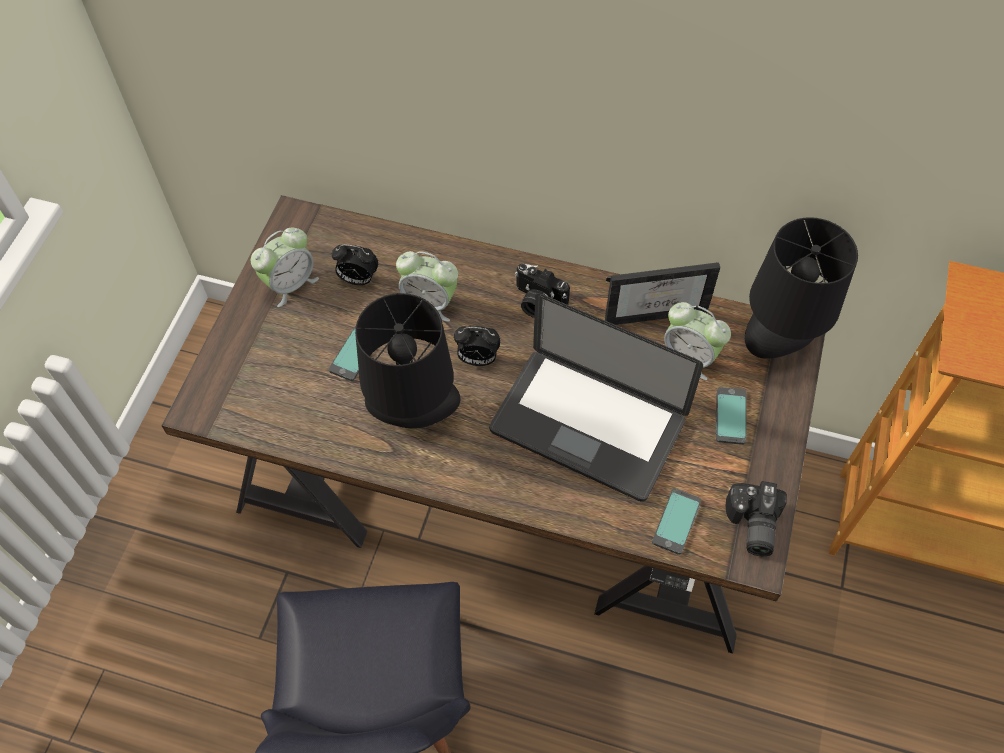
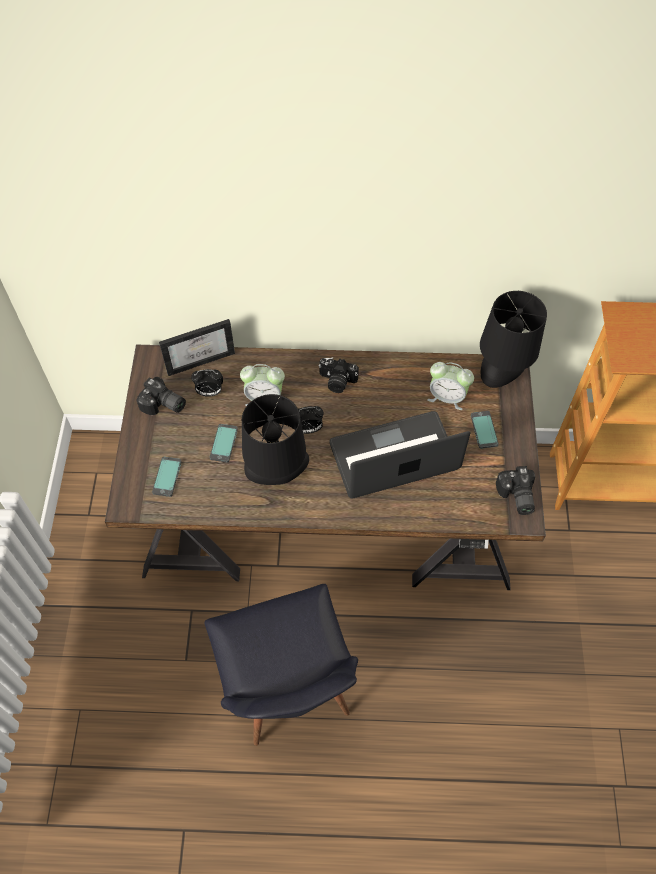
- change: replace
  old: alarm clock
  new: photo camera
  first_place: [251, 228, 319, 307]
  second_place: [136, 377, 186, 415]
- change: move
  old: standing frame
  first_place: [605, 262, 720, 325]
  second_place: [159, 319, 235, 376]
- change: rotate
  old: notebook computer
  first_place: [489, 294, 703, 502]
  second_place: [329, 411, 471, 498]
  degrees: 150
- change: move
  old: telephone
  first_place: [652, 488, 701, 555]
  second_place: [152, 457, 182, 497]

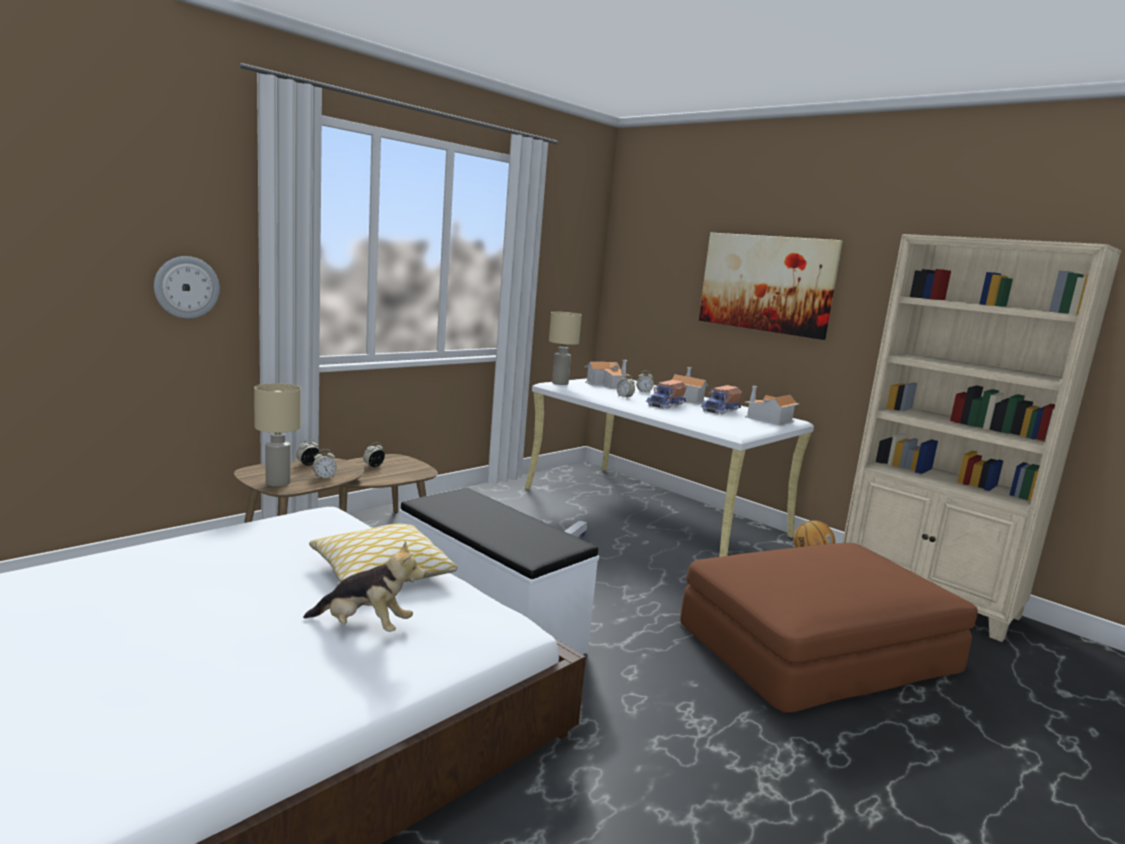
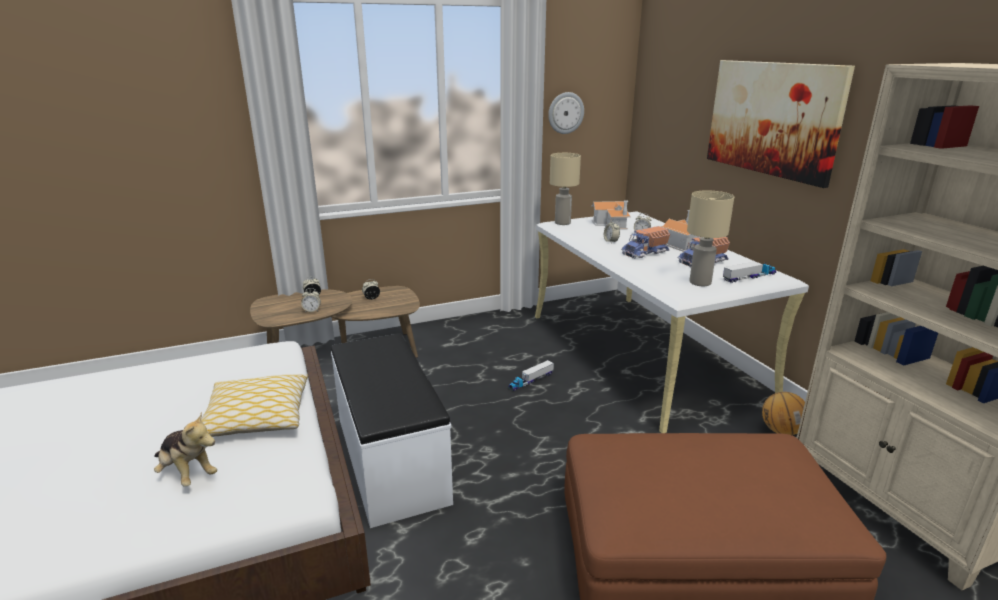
- change: move
  old: wall clock
  first_place: [154, 256, 220, 319]
  second_place: [548, 92, 584, 134]
- change: move
  old: beige-coloured lamp for a table
  first_place: [254, 383, 301, 487]
  second_place: [687, 190, 734, 286]
- change: replace
  old: miniature house
  new: toy lorry
  first_place: [745, 386, 799, 425]
  second_place: [723, 262, 776, 283]

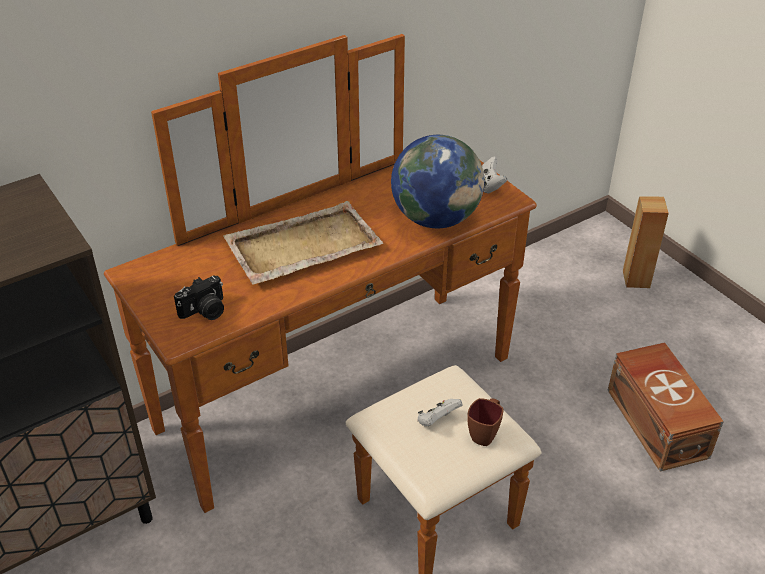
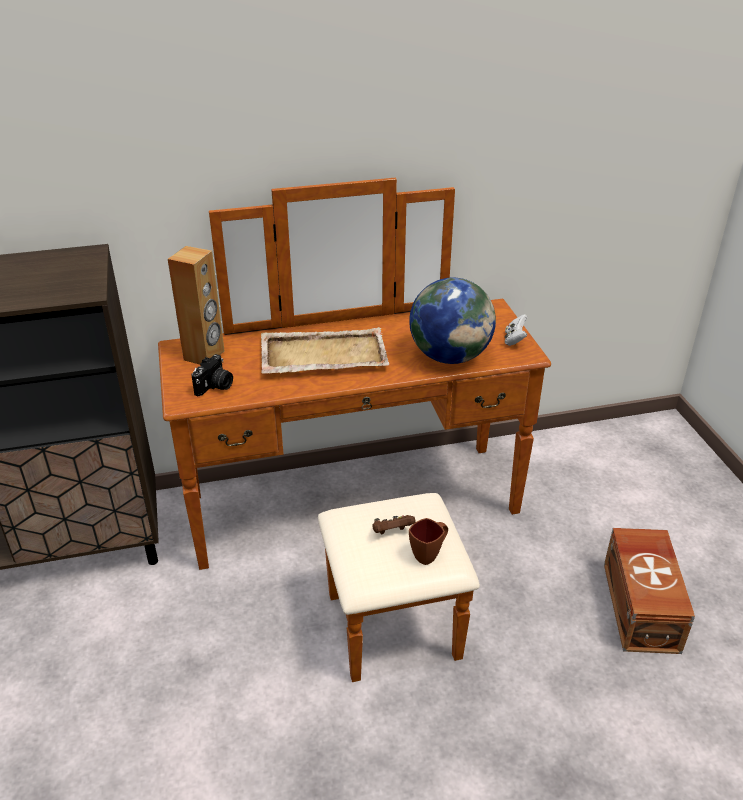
- change: move
  old: brownish speaker
  first_place: [623, 196, 669, 288]
  second_place: [168, 246, 224, 364]
- change: rotate
  old: photo camera
  first_place: [174, 275, 224, 320]
  second_place: [192, 354, 233, 396]
  degrees: -45
- change: recolor
  old: white-coloured game controller
  new: brownish game controller
  first_place: [418, 399, 463, 426]
  second_place: [373, 515, 416, 535]

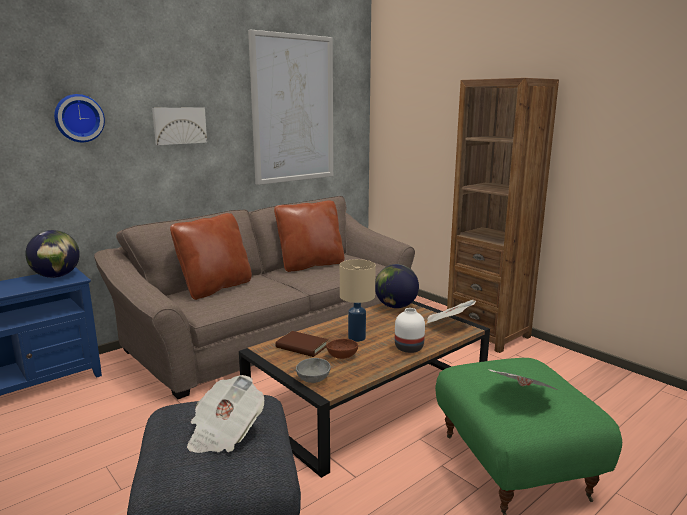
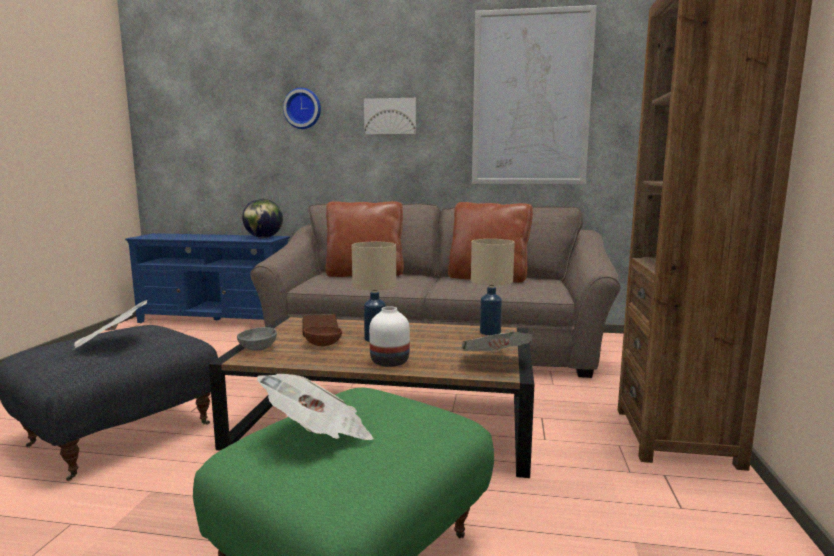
- change: replace
  old: globe
  new: beige-coloured lamp for a table
  first_place: [375, 264, 419, 308]
  second_place: [471, 239, 515, 335]

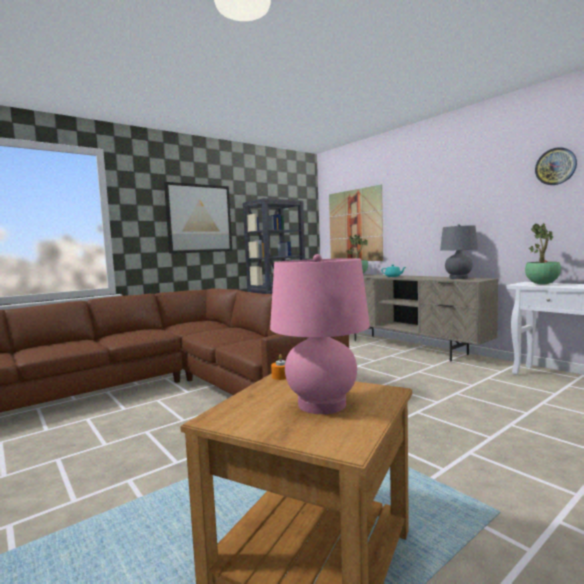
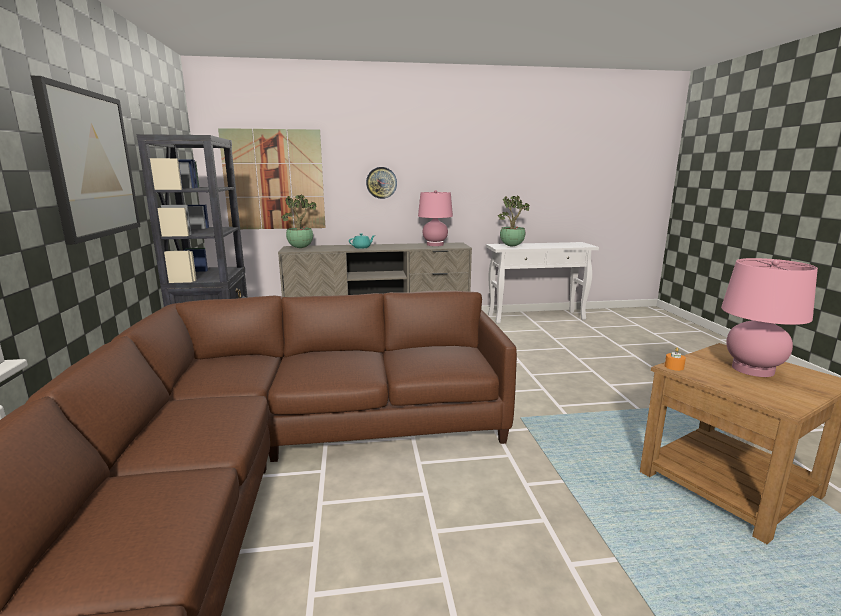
- change: move
  old: wall clock
  first_place: [535, 147, 577, 185]
  second_place: [366, 167, 397, 199]
- change: recolor
  old: greyish lamp for a table
  new: pink lamp for a table
  first_place: [440, 224, 478, 279]
  second_place: [418, 190, 453, 246]

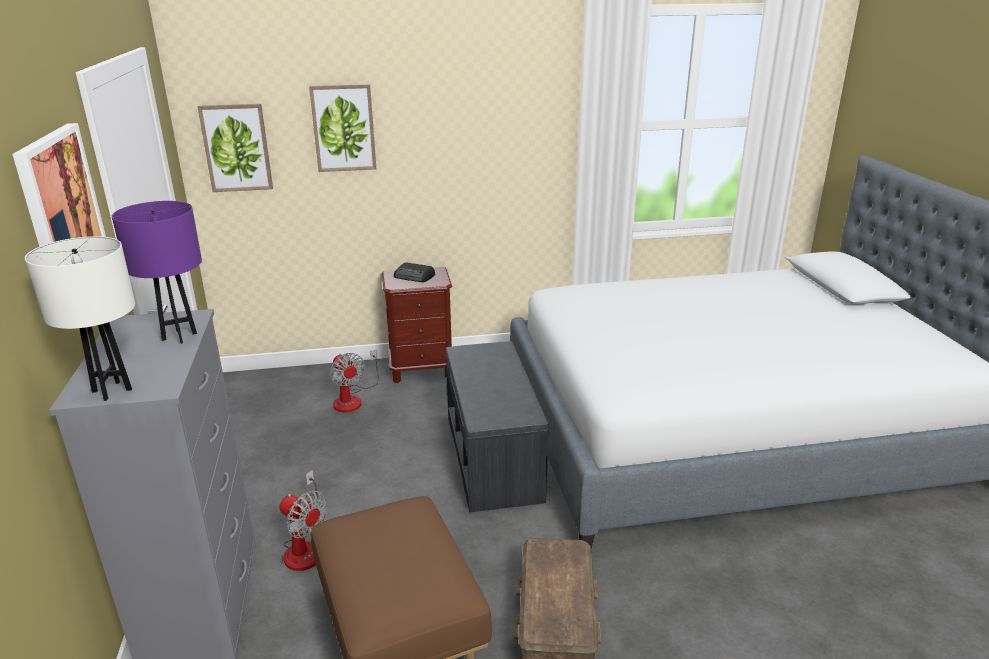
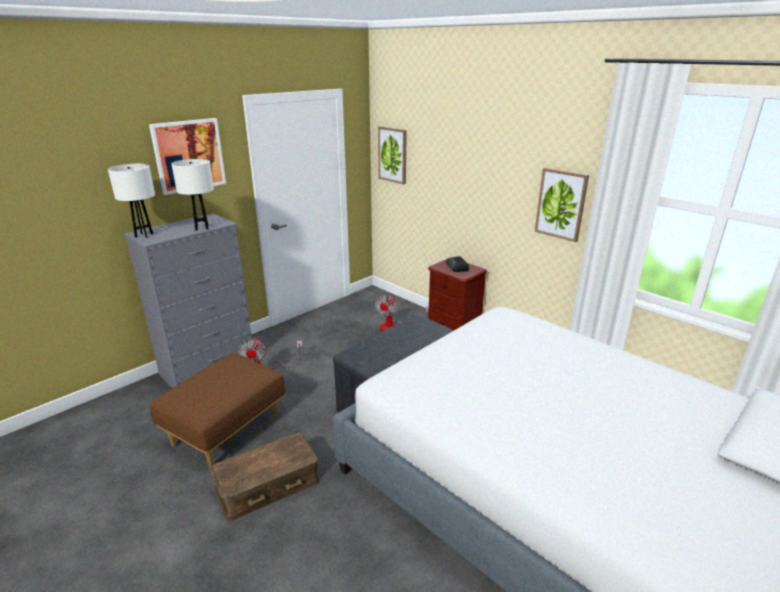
- change: move
  old: wall art
  first_place: [309, 84, 376, 172]
  second_place: [535, 168, 589, 242]
- change: recolor
  old: purple lamp for a table
  new: white-coloured lamp for a table
  first_place: [112, 201, 202, 344]
  second_place: [171, 159, 214, 231]

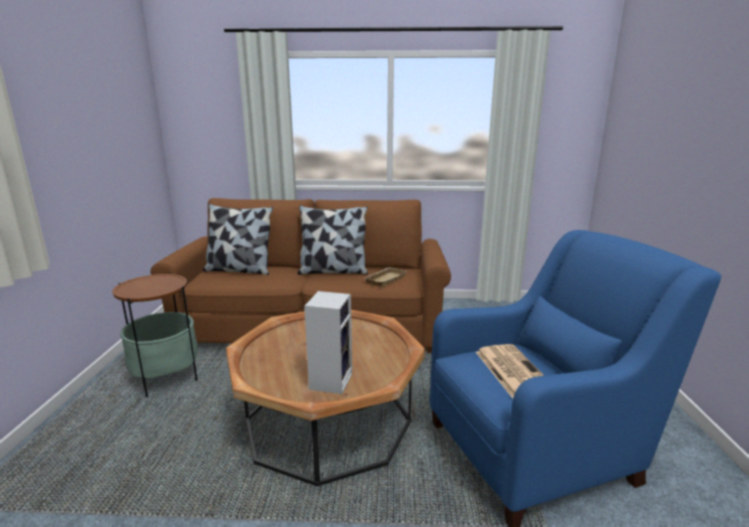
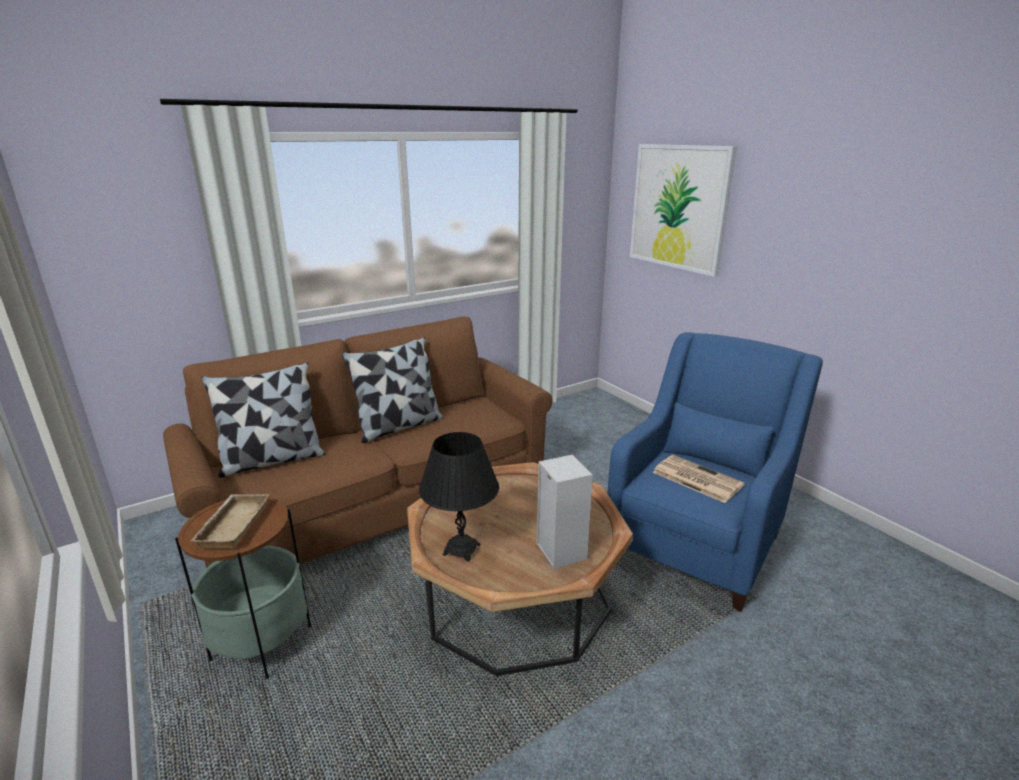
- change: move
  old: beige-coloured carrying tray
  first_place: [364, 267, 407, 287]
  second_place: [190, 494, 269, 548]
- change: insert
  new: wall art
  second_place: [630, 144, 737, 277]
- change: insert
  new: blackish lamp for a table
  second_place: [419, 432, 499, 562]

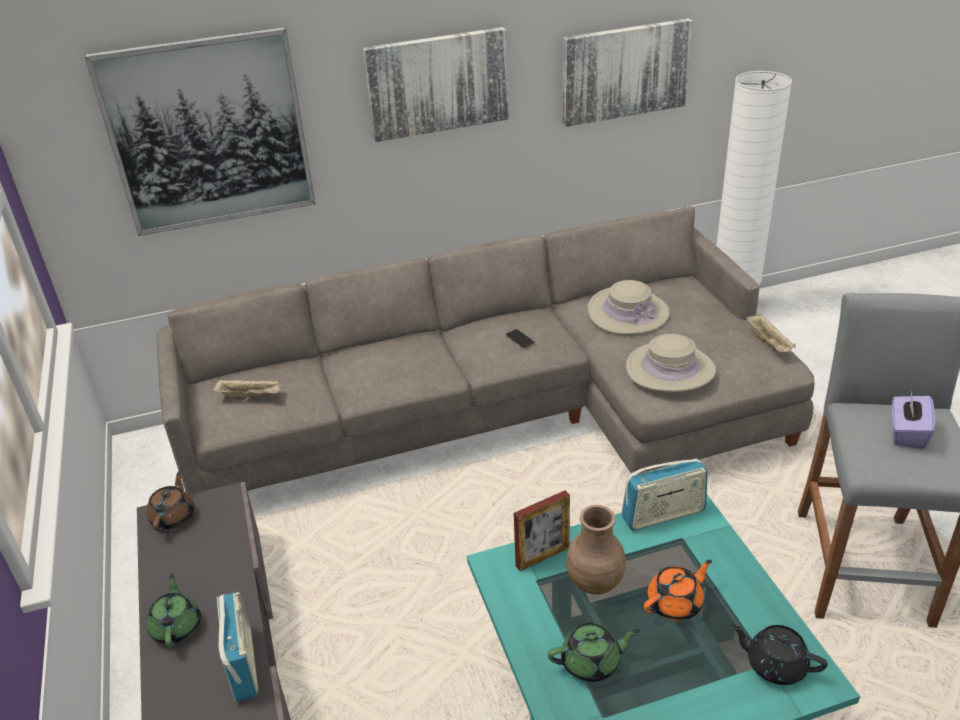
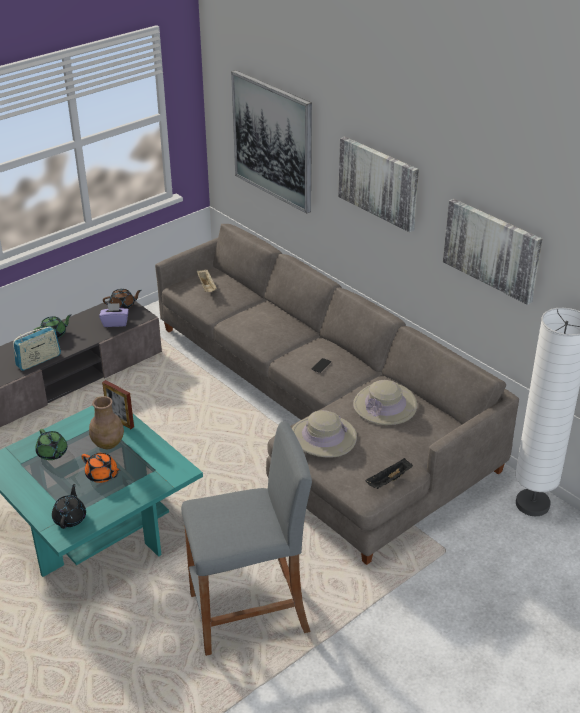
- change: recolor
  old: beige-coloured carrying tray
  new: blackish carrying tray
  first_place: [746, 314, 796, 352]
  second_place: [365, 458, 413, 489]
- change: move
  old: purple tissue holder
  first_place: [892, 391, 935, 449]
  second_place: [99, 303, 129, 327]
- change: delete
  old: radio set
  first_place: [621, 458, 708, 531]

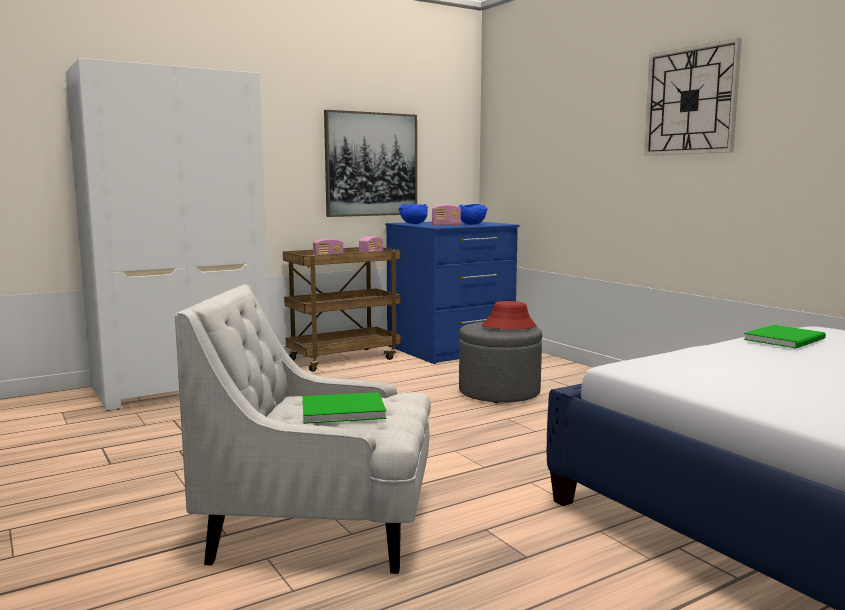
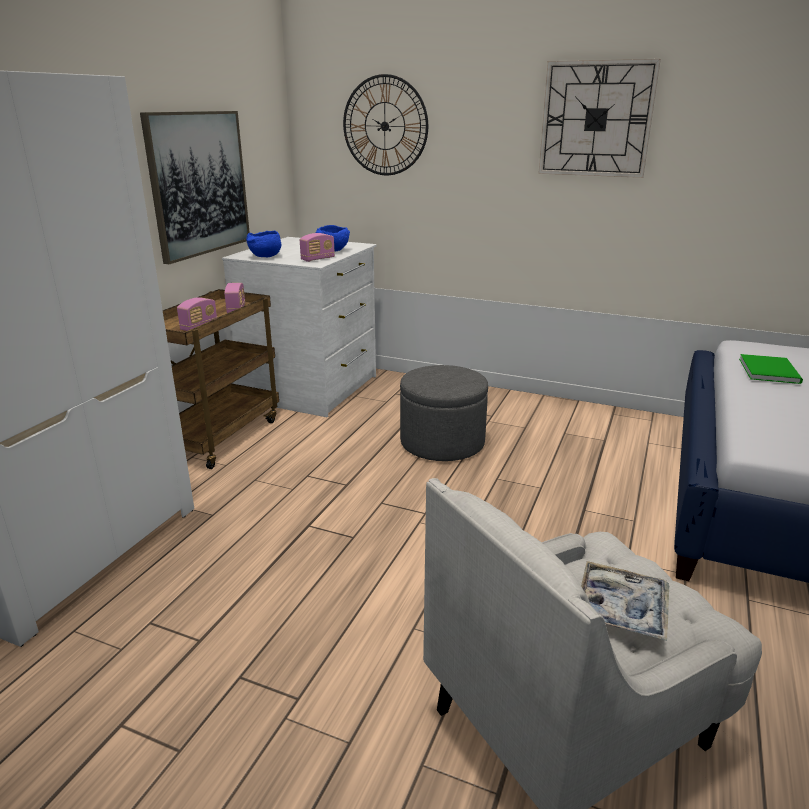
- change: recolor
  old: bluish drawer chest
  new: white-coloured drawer chest
  first_place: [385, 221, 520, 364]
  second_place: [222, 237, 376, 417]
- change: delete
  old: reddish hat
  first_place: [482, 301, 537, 330]
- change: replace
  old: greenish book
  new: carrying tray
  first_place: [302, 392, 387, 424]
  second_place: [581, 561, 669, 641]
- change: insert
  new: wall clock
  second_place: [343, 74, 428, 175]

